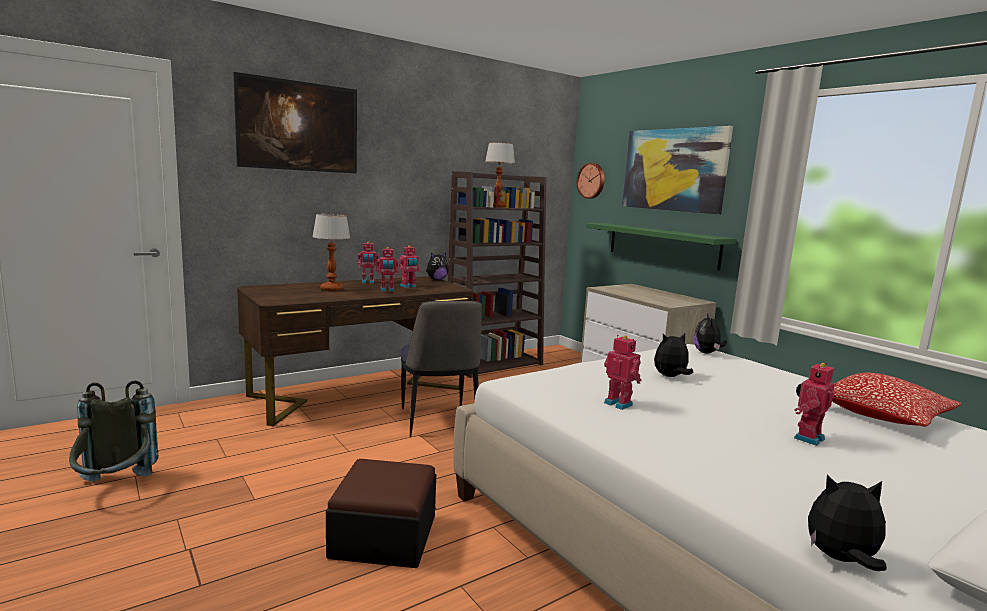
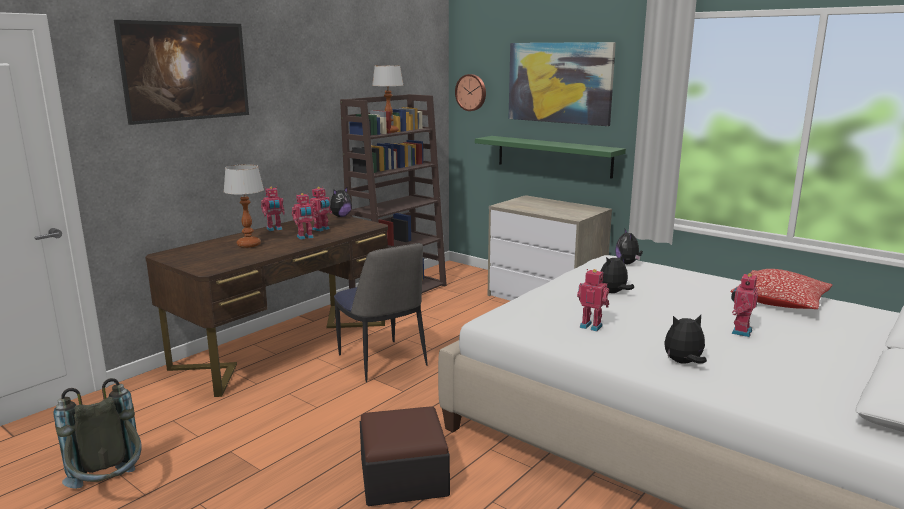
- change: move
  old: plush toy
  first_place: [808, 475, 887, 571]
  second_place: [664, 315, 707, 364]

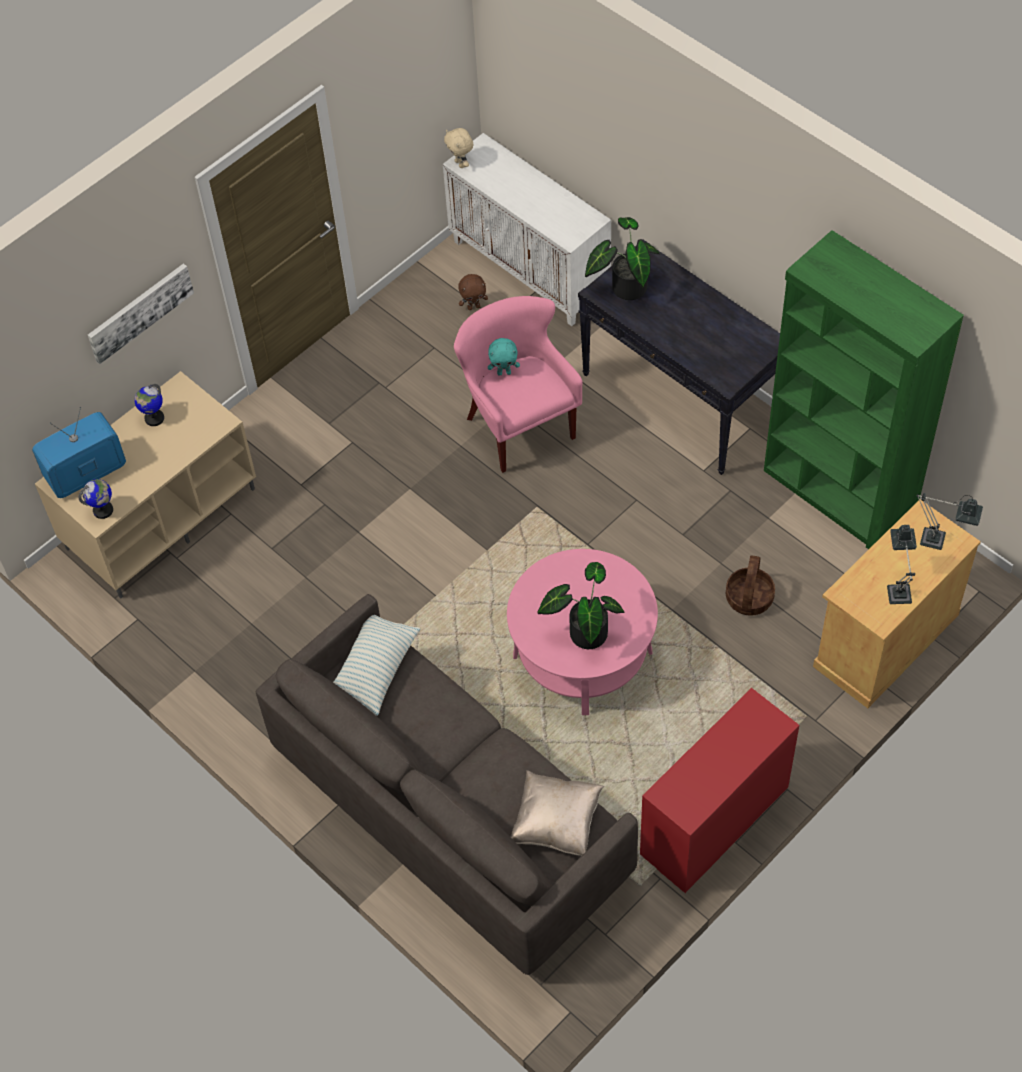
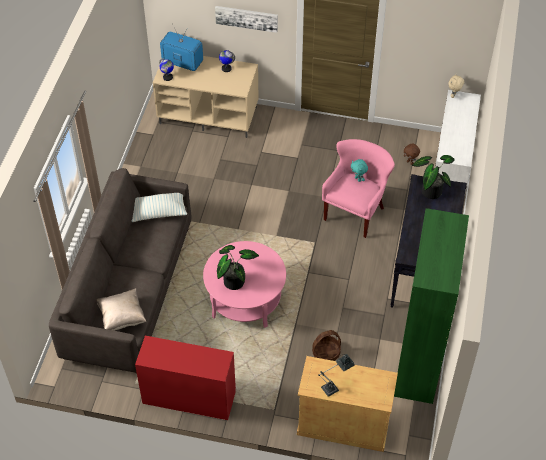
- change: delete
  old: lamp for a table
  first_place: [916, 493, 983, 550]

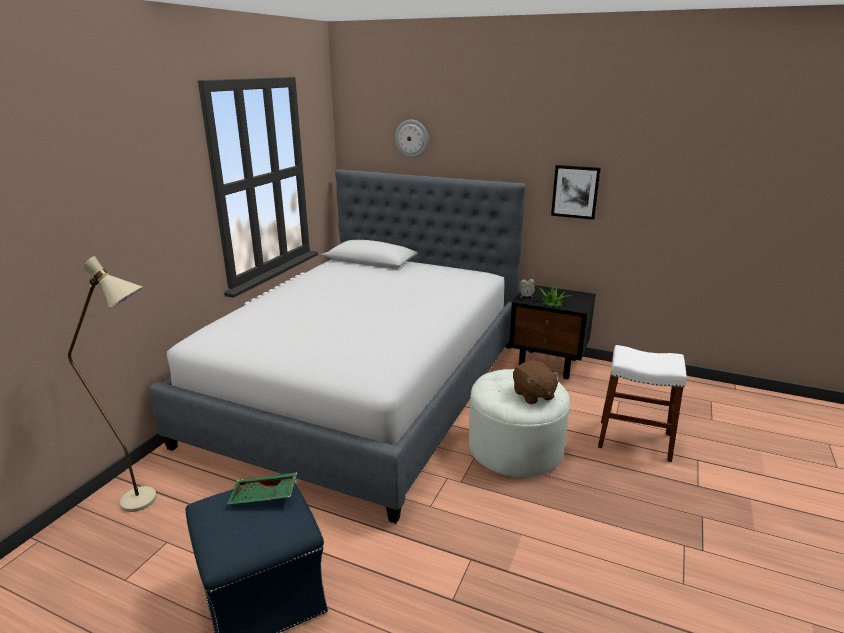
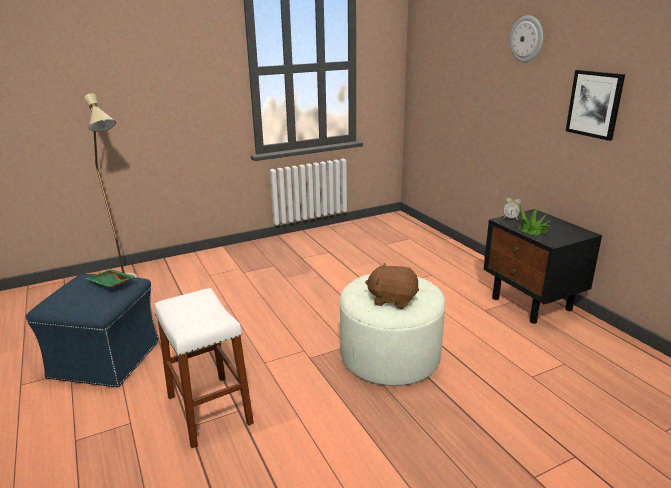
- change: move
  old: wall clock
  first_place: [395, 120, 429, 158]
  second_place: [510, 15, 543, 63]
- change: delete
  old: sleeping bed
  first_place: [149, 169, 526, 524]
- change: move
  old: white-coloured stool
  first_place: [598, 345, 687, 462]
  second_place: [155, 288, 254, 448]
- change: rotate
  old: brownish plush toy
  first_place: [513, 361, 560, 404]
  second_place: [365, 263, 419, 309]
  degrees: 90

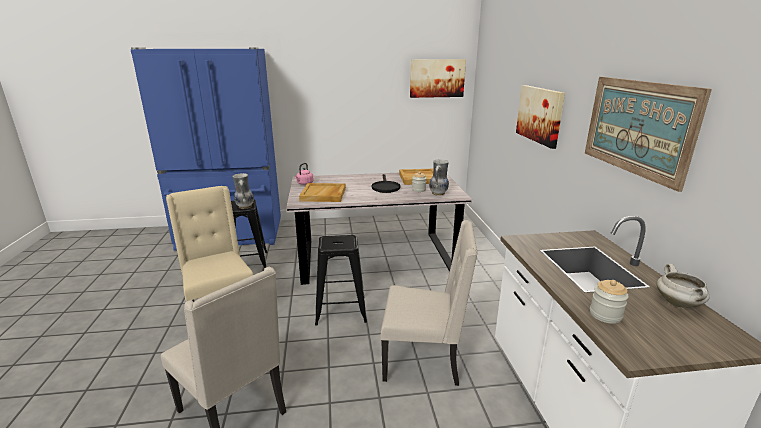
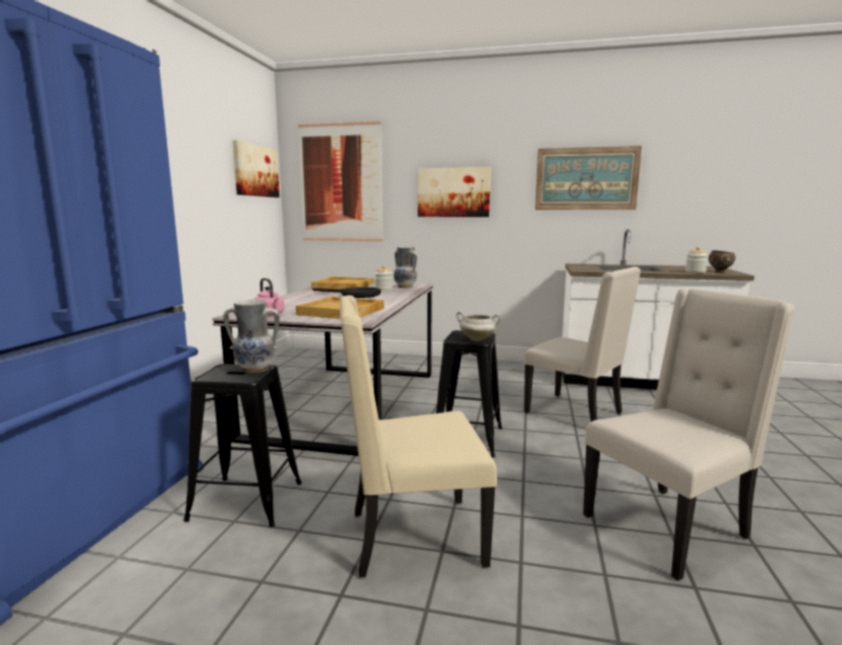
- change: rotate
  old: beige-coloured upright chair
  first_place: [380, 220, 478, 386]
  second_place: [524, 267, 641, 421]
  degrees: 105
- change: move
  old: white-coloured saucepot
  first_place: [657, 264, 710, 308]
  second_place: [456, 311, 501, 341]
- change: insert
  new: wall art
  second_place: [298, 121, 383, 241]
- change: insert
  new: brownish deep dish
  second_place: [708, 250, 736, 273]

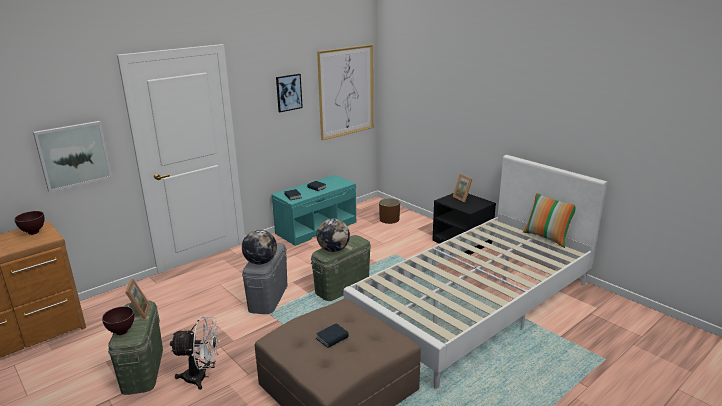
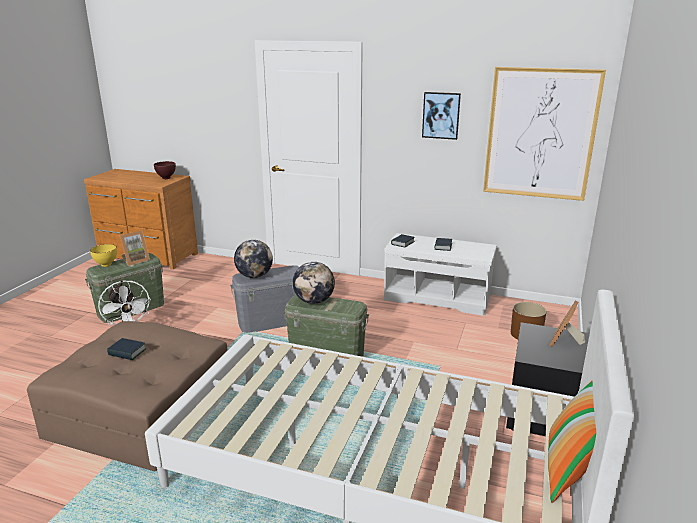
- change: delete
  old: wall art
  first_place: [33, 121, 112, 192]
- change: recolor
  old: blue-green long seat
  new: white-coloured long seat
  first_place: [271, 175, 356, 246]
  second_place: [384, 233, 497, 316]
- change: recolor
  old: brownish deep dish
  new: yellowish deep dish
  first_place: [102, 306, 134, 335]
  second_place: [90, 244, 117, 267]

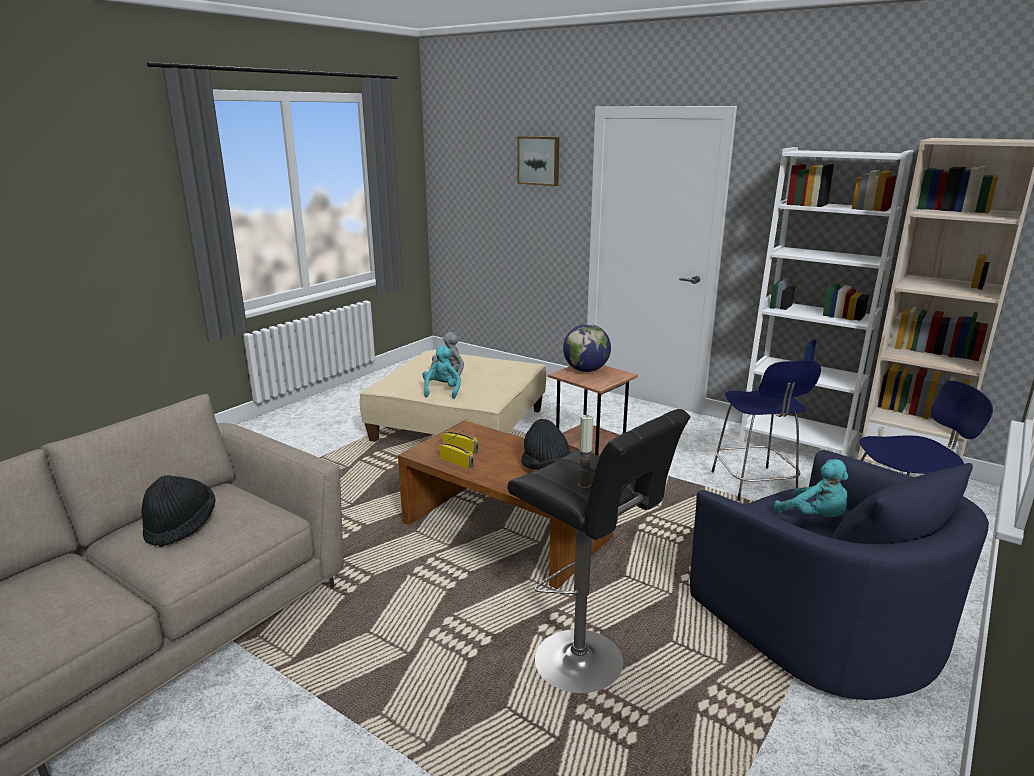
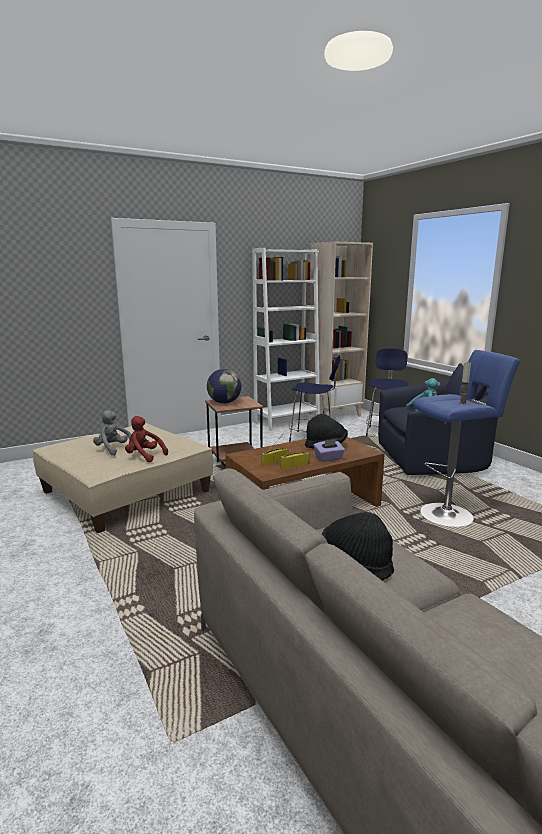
- change: delete
  old: wall art
  first_place: [518, 136, 559, 186]
- change: recolor
  old: blue-green plush toy
  new: reddish plush toy
  first_place: [422, 345, 461, 399]
  second_place: [125, 416, 168, 462]
- change: recolor
  old: blackish stool
  new: bluish stool
  first_place: [507, 409, 690, 693]
  second_place: [413, 350, 521, 527]
- change: insert
  new: purple tissue holder
  second_place: [314, 439, 345, 462]

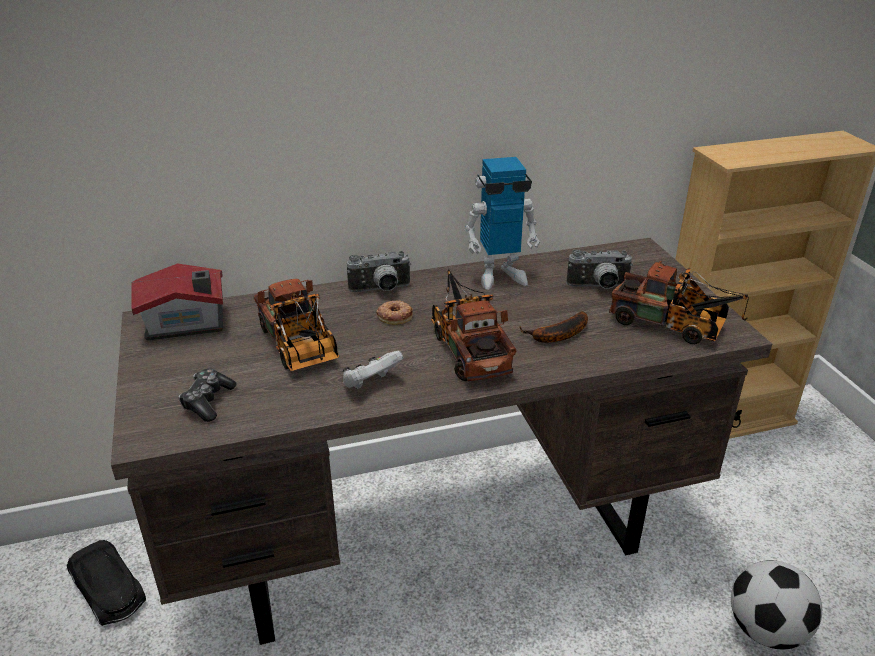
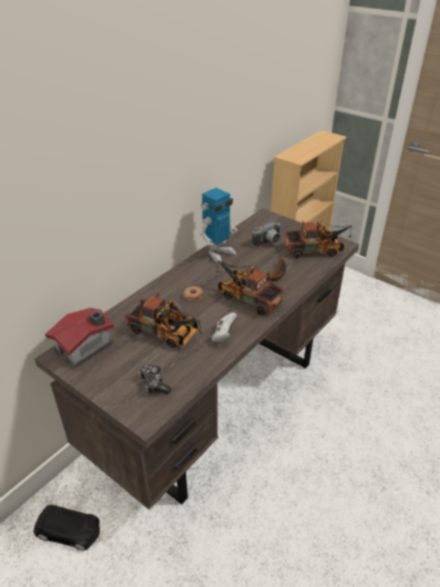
- change: delete
  old: photo camera
  first_place: [347, 251, 411, 292]
- change: delete
  old: ball for football
  first_place: [731, 560, 822, 649]

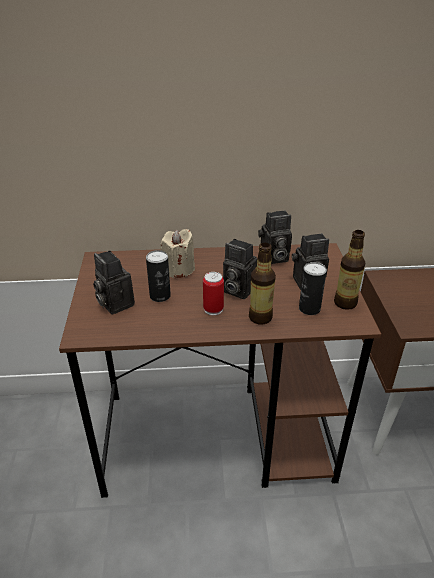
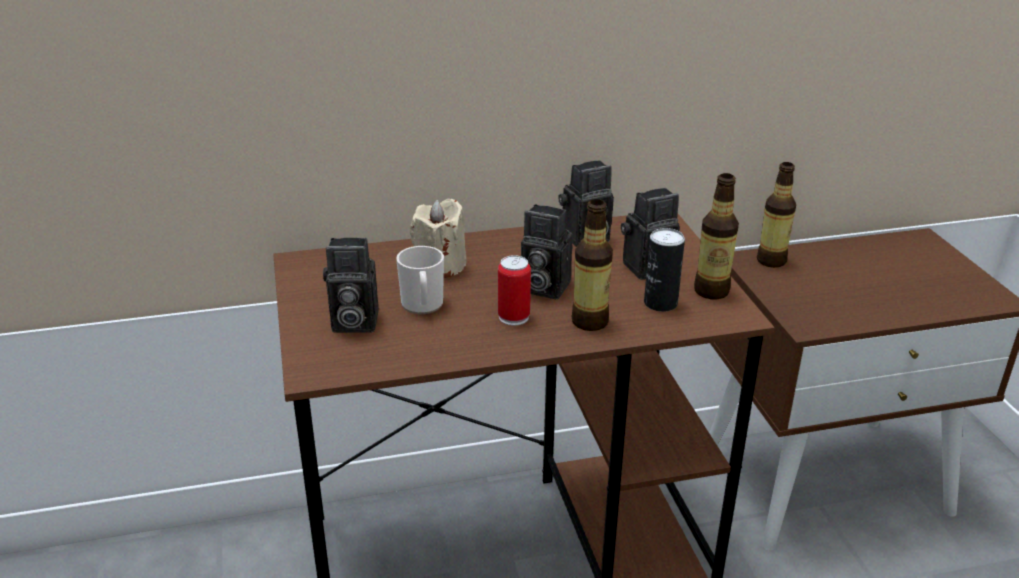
- change: replace
  old: metal can
  new: tea mug
  first_place: [146, 250, 171, 302]
  second_place: [396, 246, 444, 314]
- change: rotate
  old: photo camera
  first_place: [93, 251, 135, 314]
  second_place: [323, 238, 379, 333]
  degrees: -45
- change: insert
  new: drink bottle
  second_place: [757, 162, 796, 268]

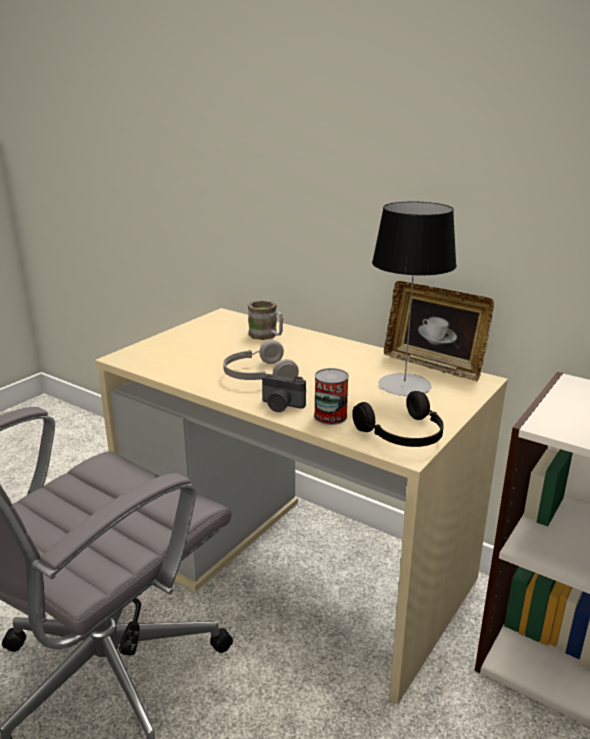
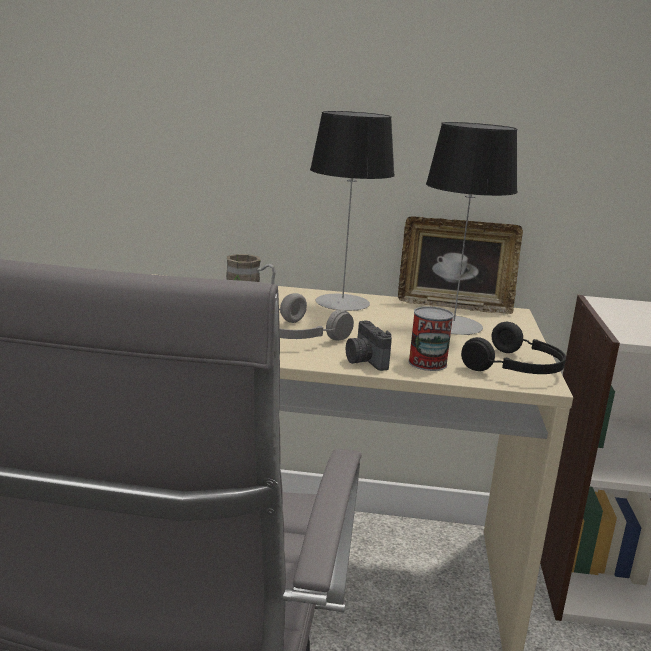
- change: rotate
  old: photo camera
  first_place: [262, 374, 306, 412]
  second_place: [346, 320, 392, 371]
  degrees: 75
- change: insert
  new: lamp for a table
  second_place: [310, 111, 395, 311]

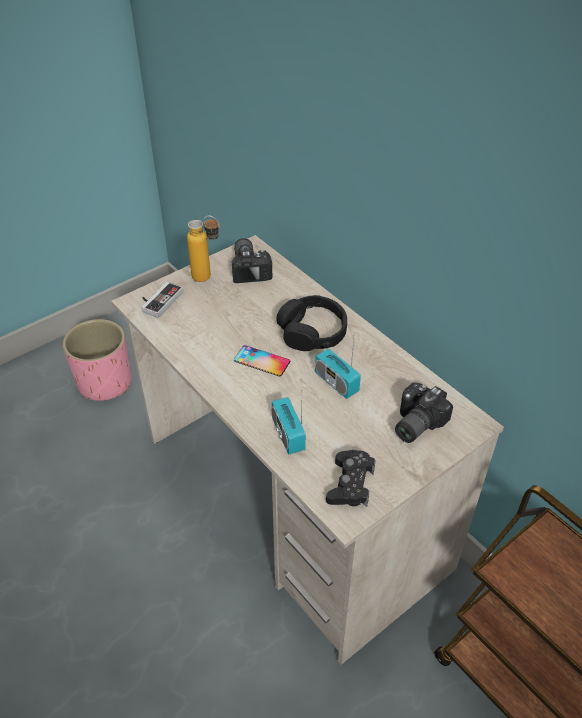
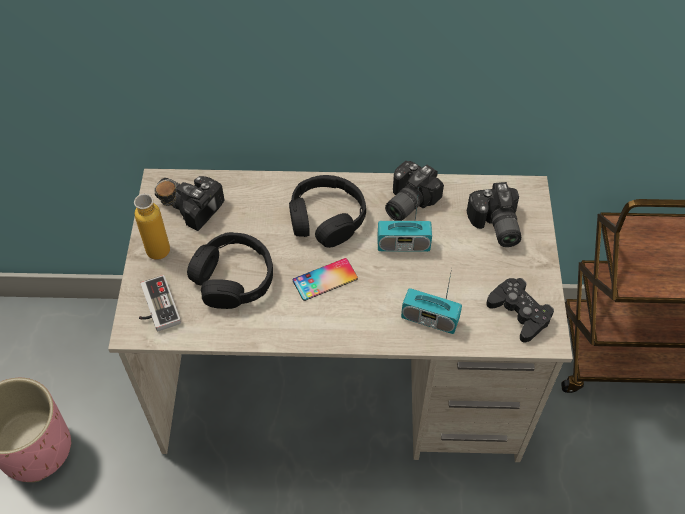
- change: insert
  new: photo camera
  second_place: [385, 161, 444, 221]
- change: insert
  new: blackish pair of headphones
  second_place: [187, 232, 273, 309]

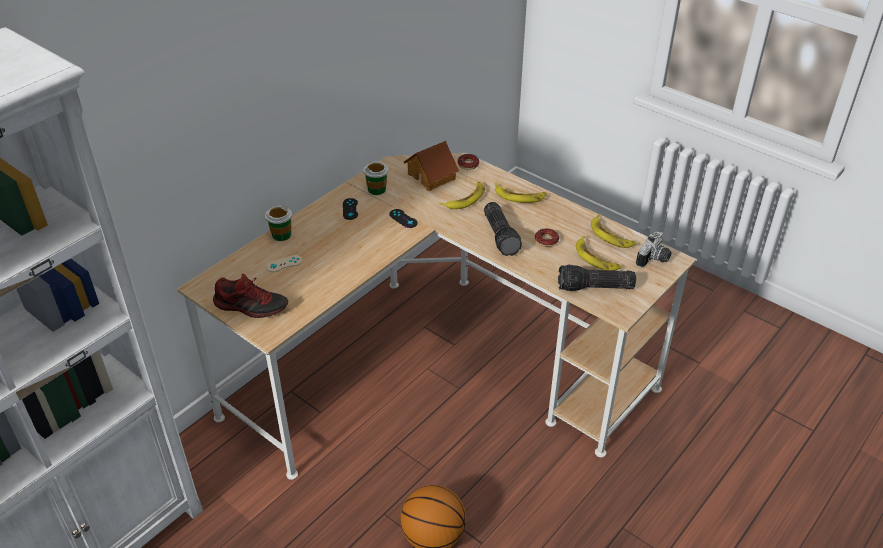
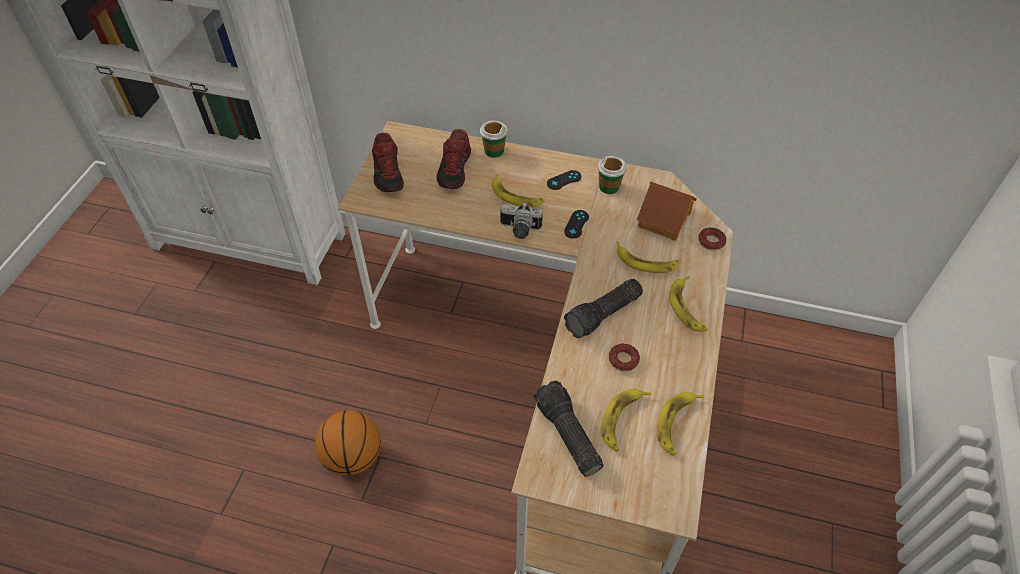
- change: move
  old: photo camera
  first_place: [636, 232, 672, 268]
  second_place: [500, 202, 543, 239]
- change: replace
  old: beige-coloured game controller
  new: item of footwear
  first_place: [266, 255, 302, 272]
  second_place: [437, 129, 471, 189]
- change: insert
  new: banana
  second_place: [492, 174, 545, 208]

